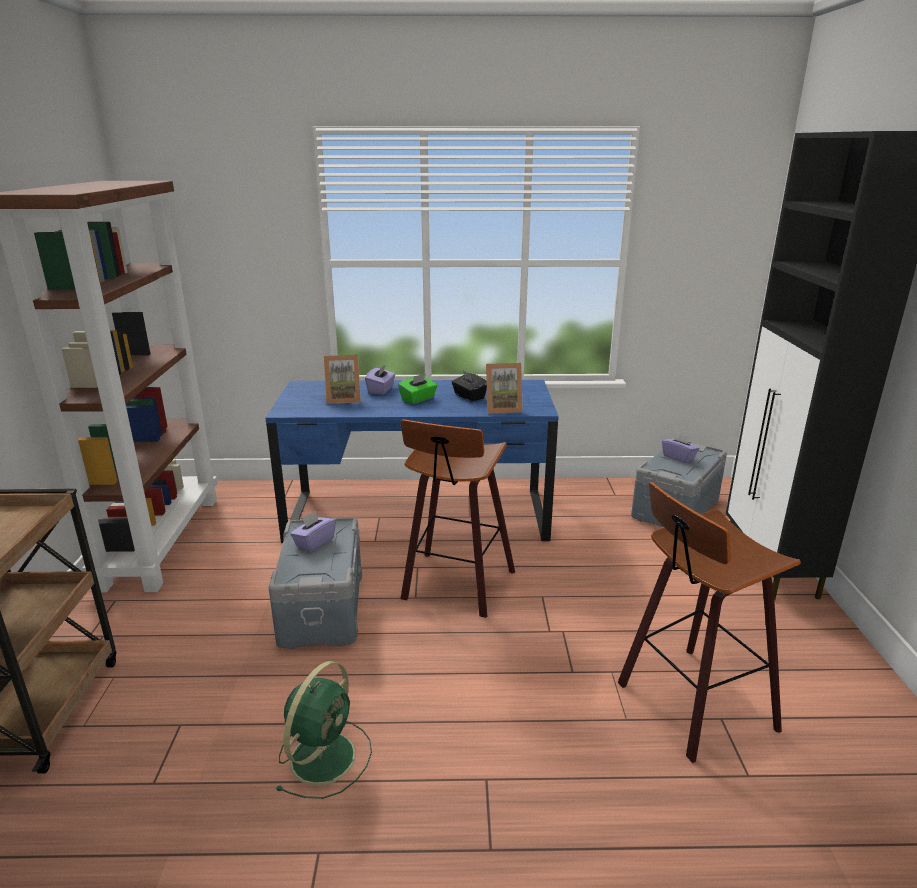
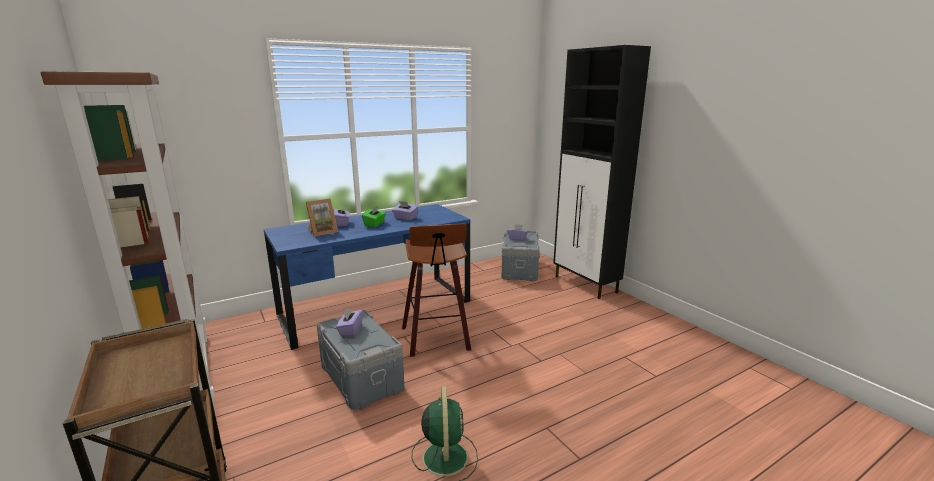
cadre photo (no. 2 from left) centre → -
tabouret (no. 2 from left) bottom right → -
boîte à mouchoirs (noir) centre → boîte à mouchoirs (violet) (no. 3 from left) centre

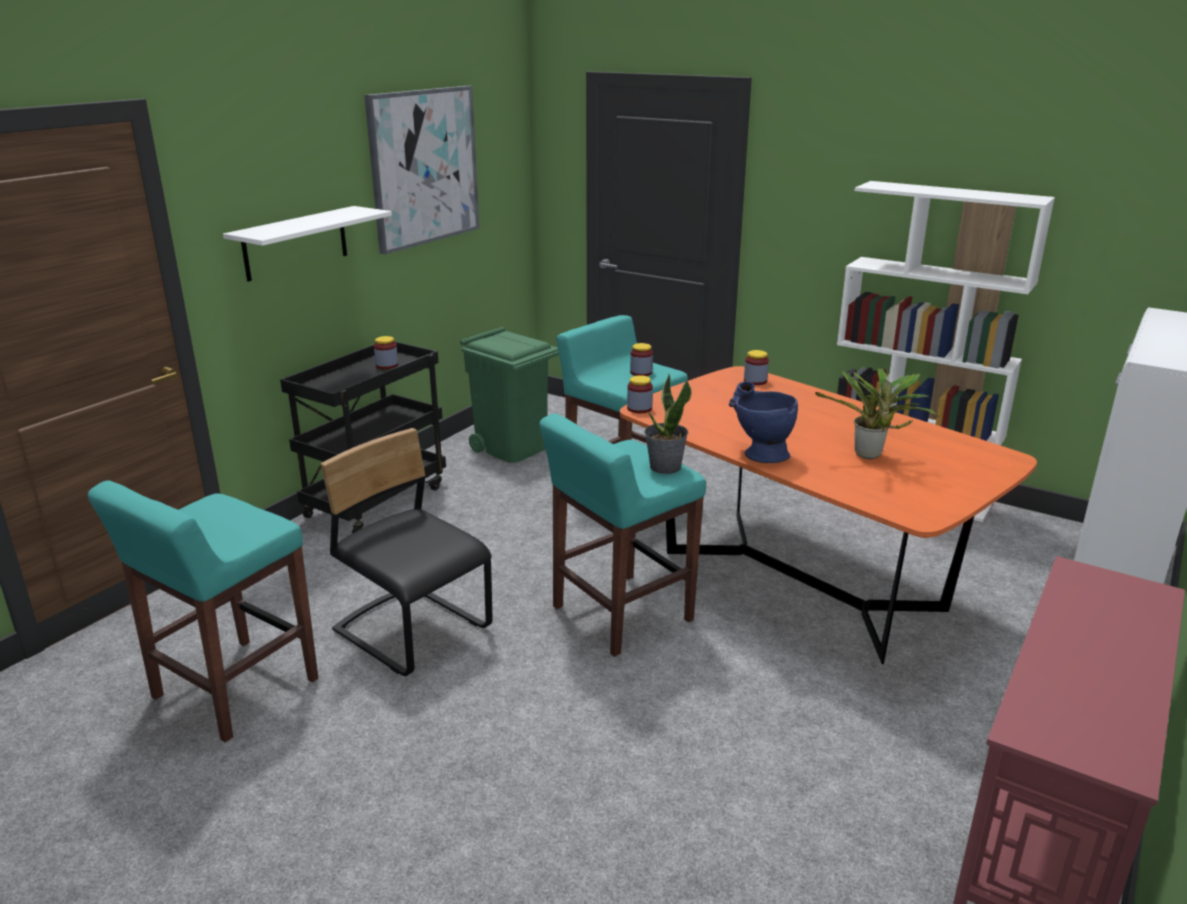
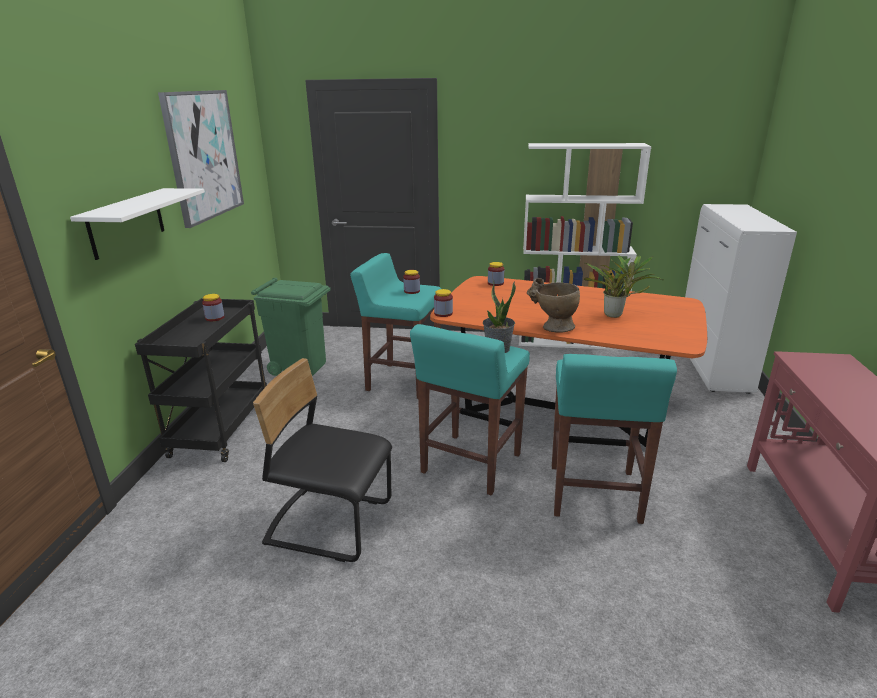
tabouret (turquoise) (no. 1 from left in the first image) bottom left → tabouret (turquoise) (no. 3 from left) middle right, shifted
vase (bleu) centre → vase (beige) centre

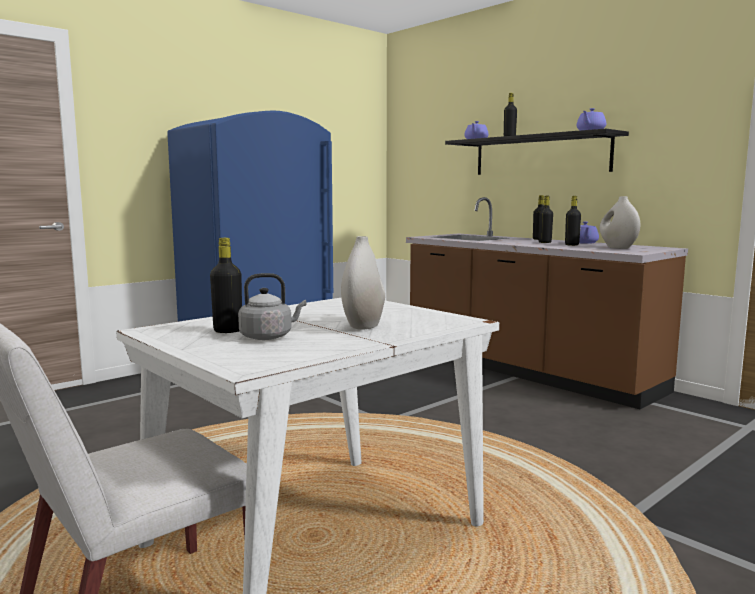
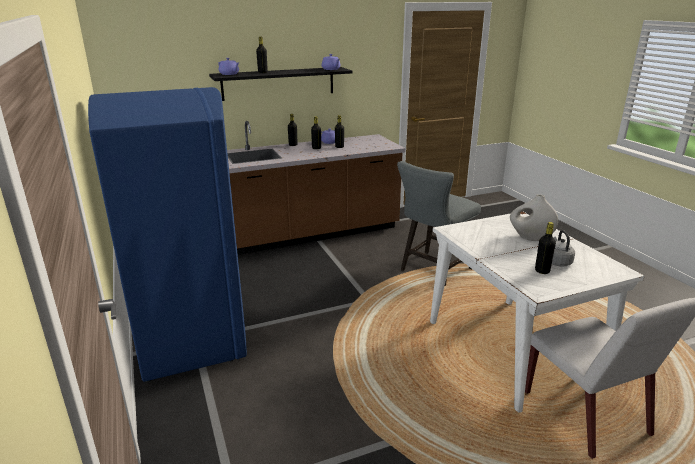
vase (blanc) (no. 2 from left) middle right → -
- → tabouret (gris) centre

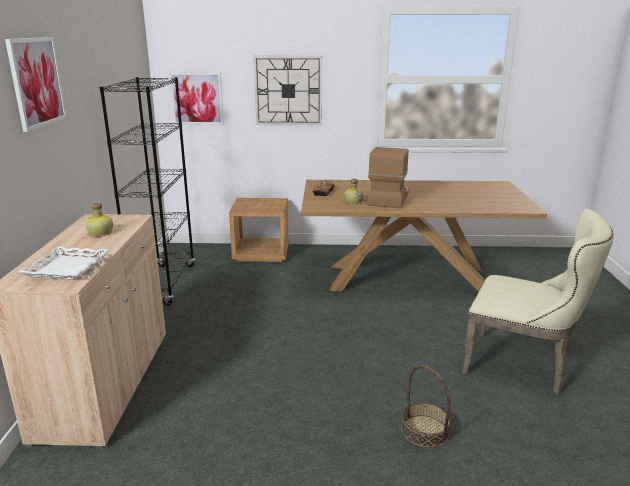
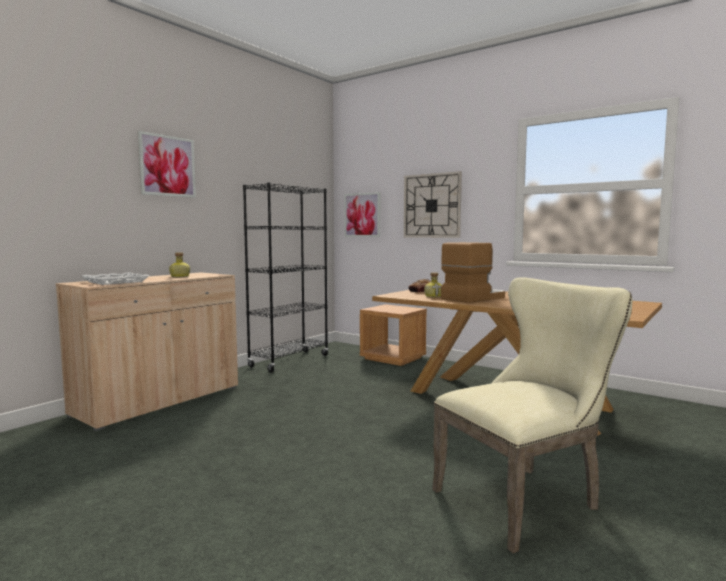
panier bottom right → -
chaise (beige) middle right → chaise (beige) bottom right, 90 degrees counterclockwise

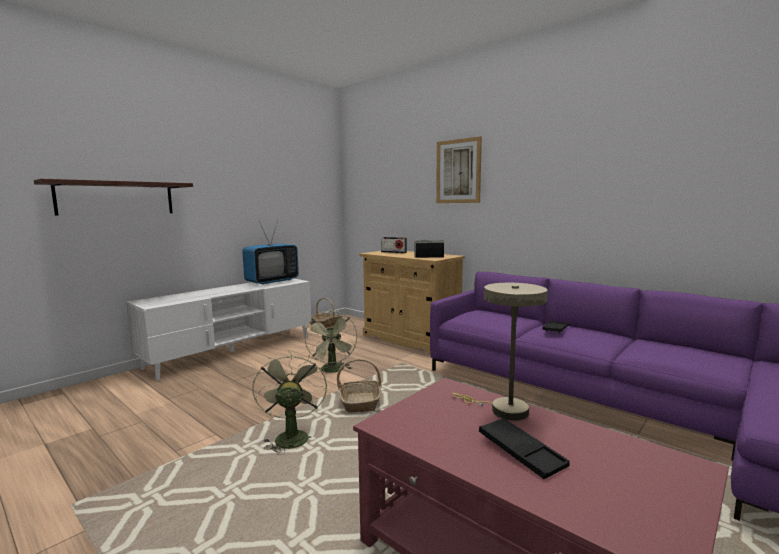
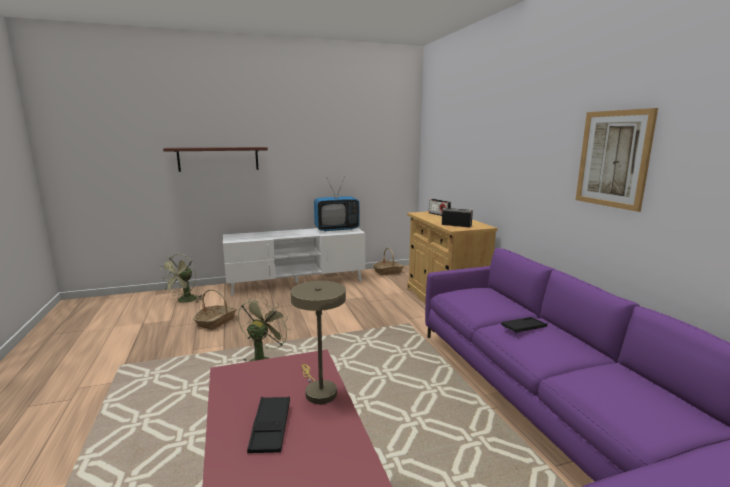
ventilateur (vert) (no. 2 from left in the first image) centre → ventilateur (vert) (no. 1 from left) middle left, shifted
panier (no. 2 from left in the first image) bottom centre → panier (no. 1 from left) middle left, shifted
tableau top centre → tableau top right, shifted

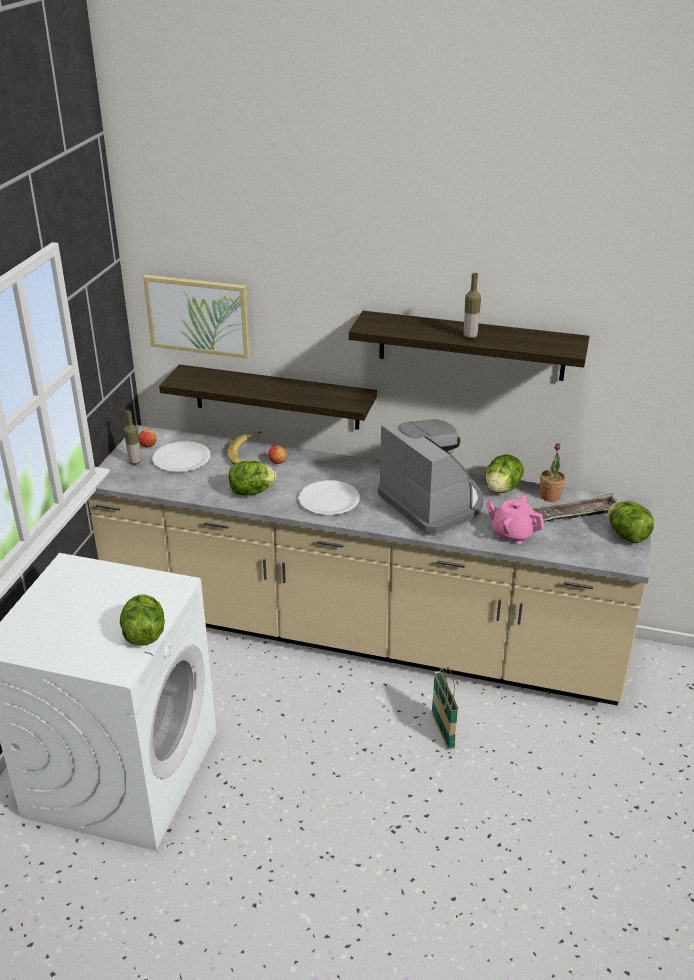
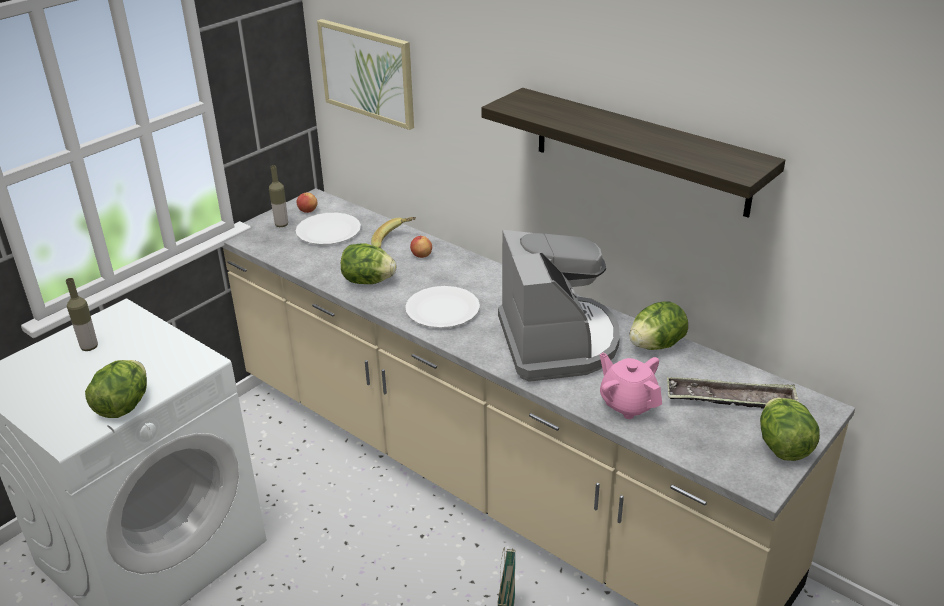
étagère (no. 1 from left) centre → -
plante en pot middle right → -
bouteille (no. 2 from left in the first image) top right → bouteille (no. 1 from left) middle left, shifted

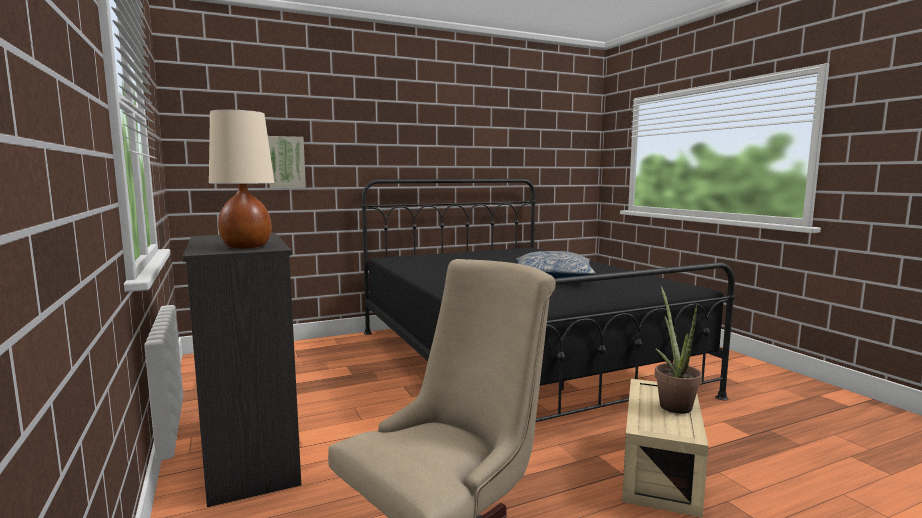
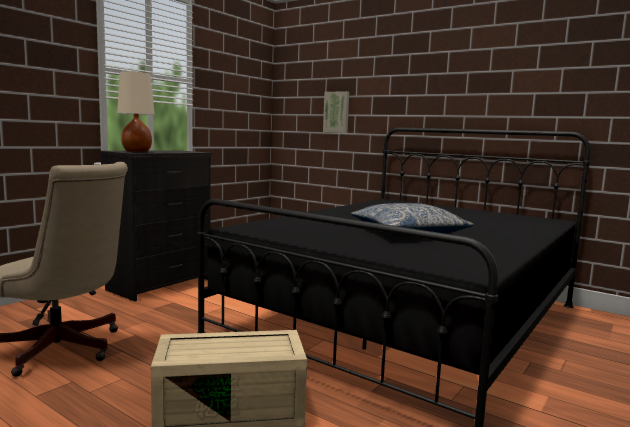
plante en pot bottom right → -

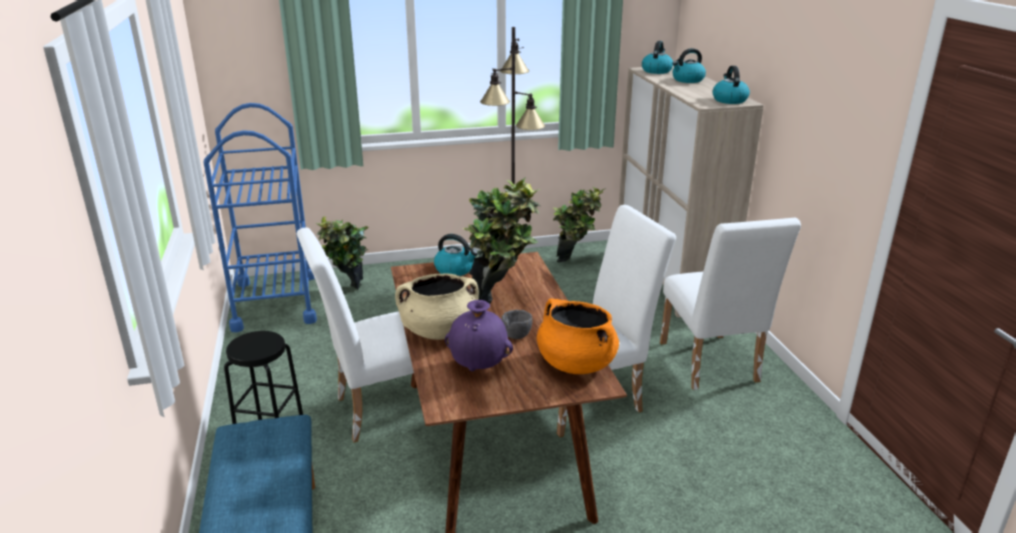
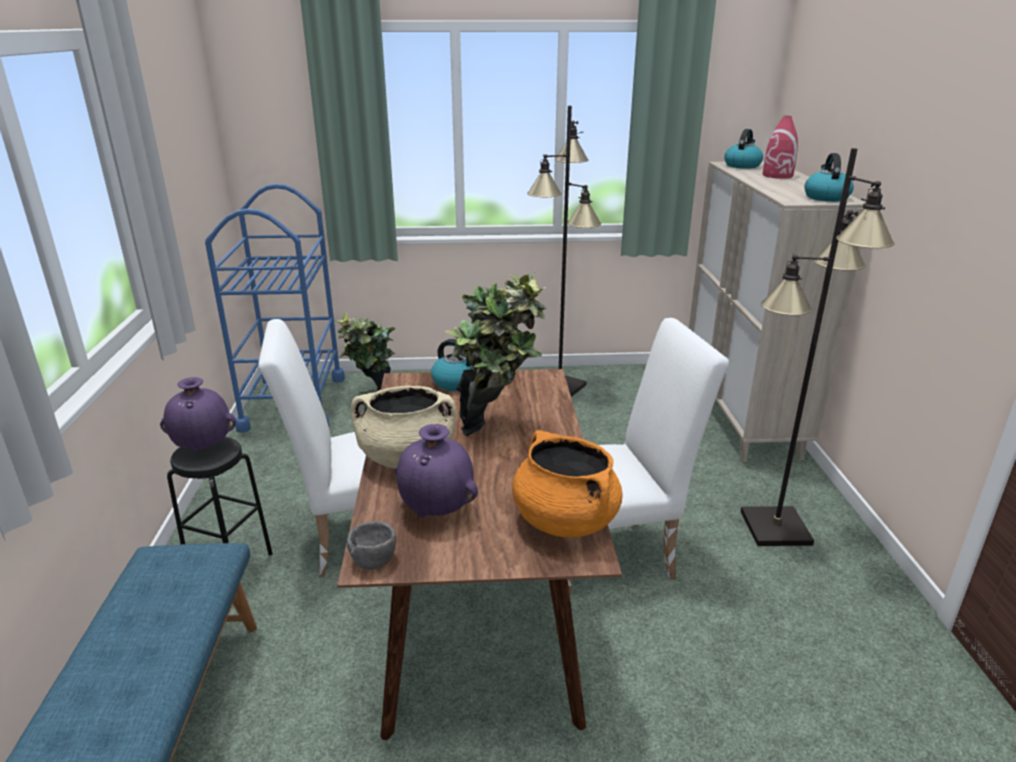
plante en pot (no. 3 from left) centre → -
- → vase (violet) (no. 1 from left) middle left
bol (gris) centre → bol (gris) bottom centre, shifted
chaise (blanc) (no. 3 from left) middle right → lampadaire (noir) (no. 2 from left) middle right
bouilloire (no. 3 from left) top right → vase (rouge) top right

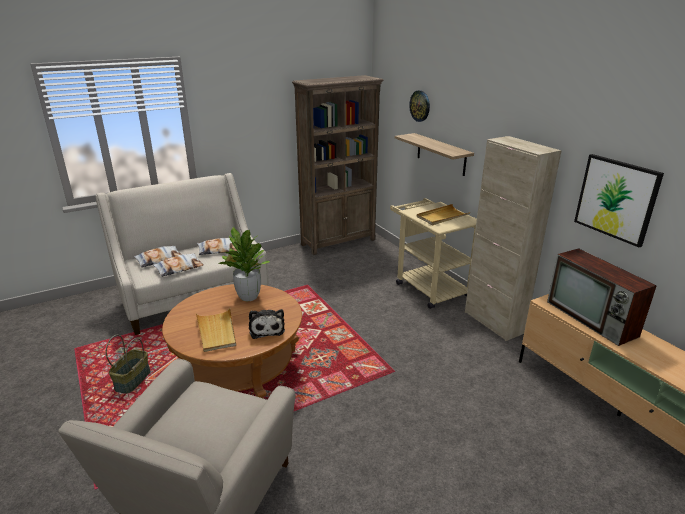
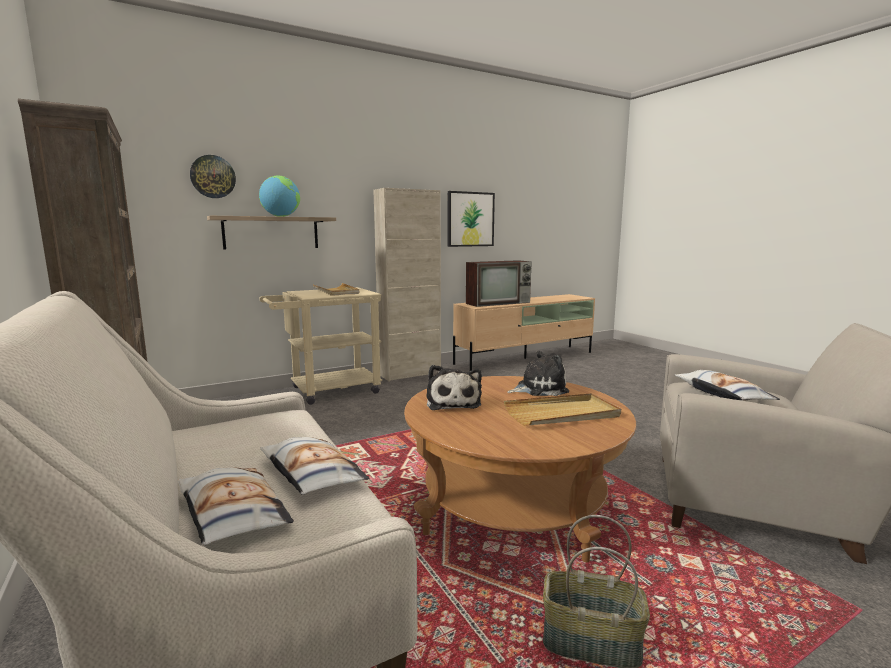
- → globe top left
coussin (no. 3 from left) middle left → coussin (no. 3 from left) middle right, shifted
plante en pot centre → peluche (no. 1 from left) centre

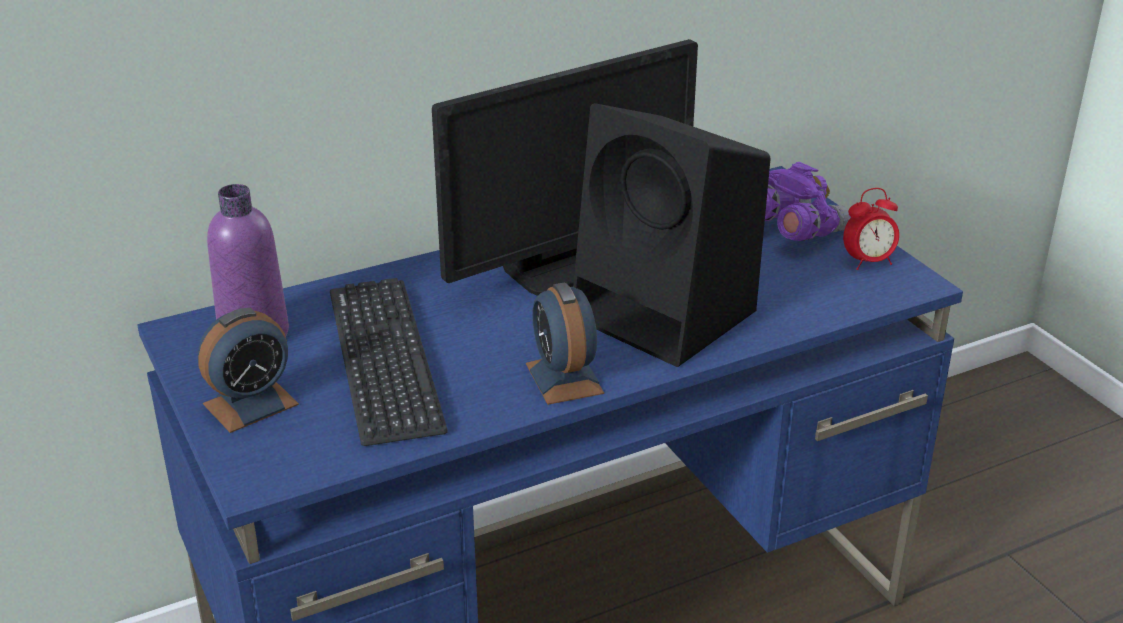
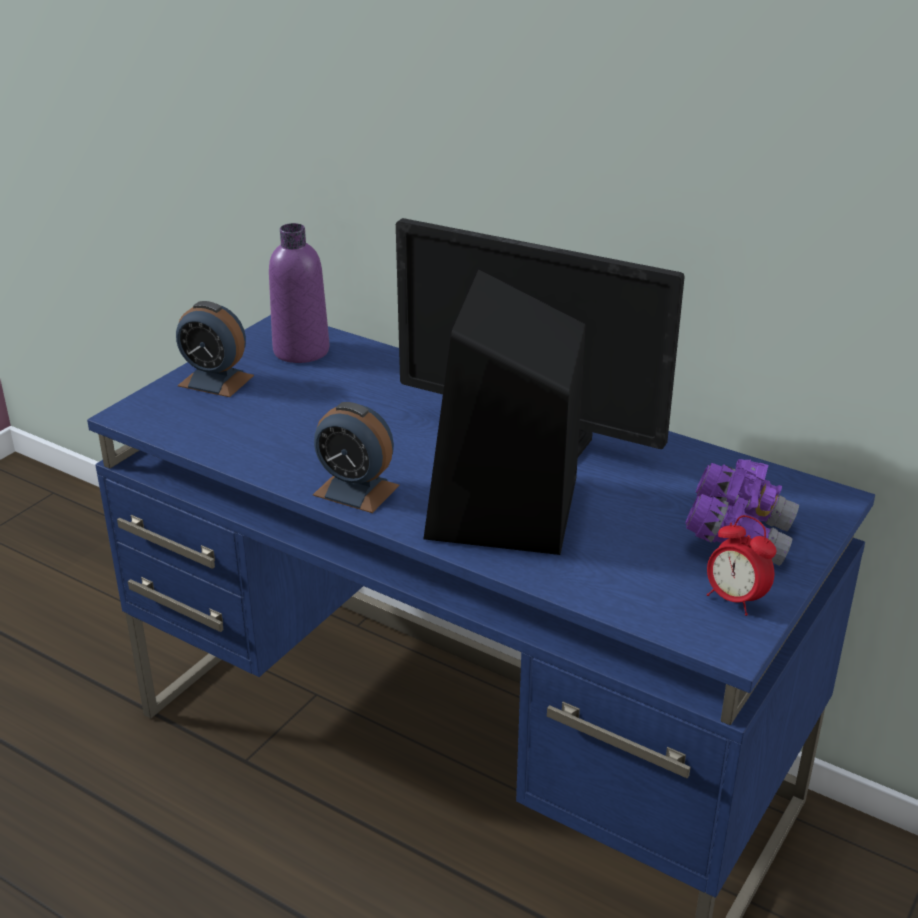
clavier centre → -
réveil (no. 2 from left) centre, 105 degrees counterclockwise

